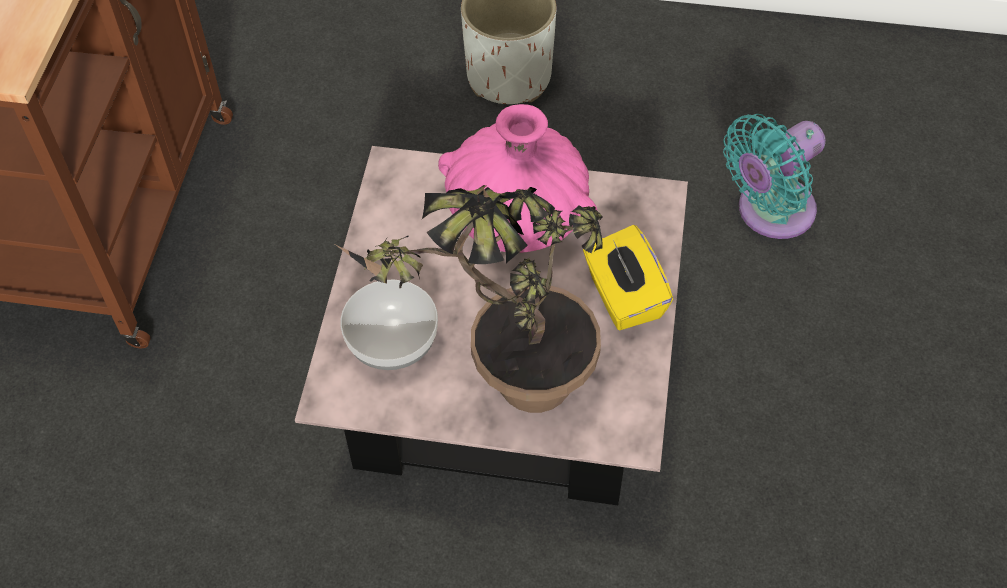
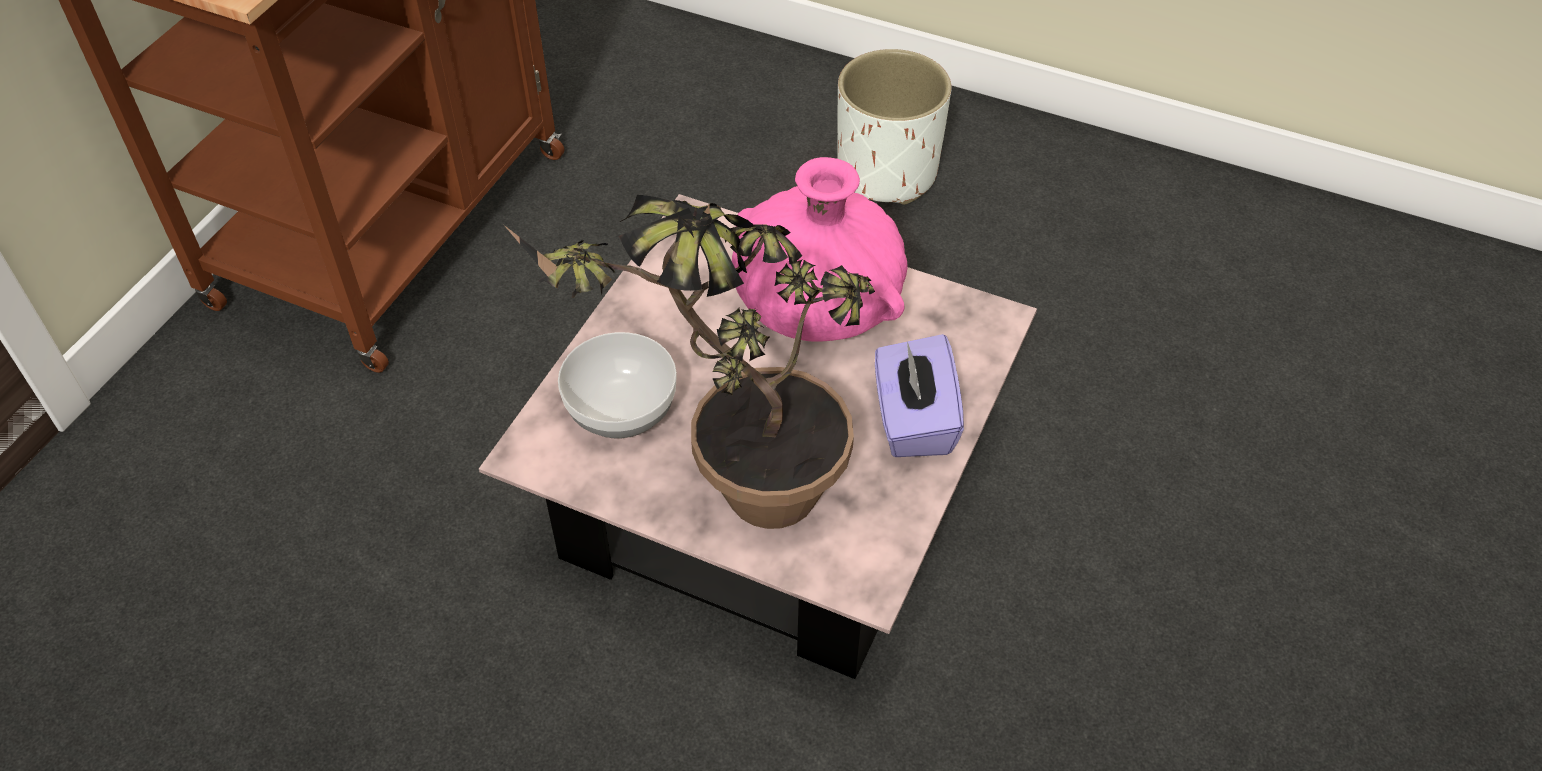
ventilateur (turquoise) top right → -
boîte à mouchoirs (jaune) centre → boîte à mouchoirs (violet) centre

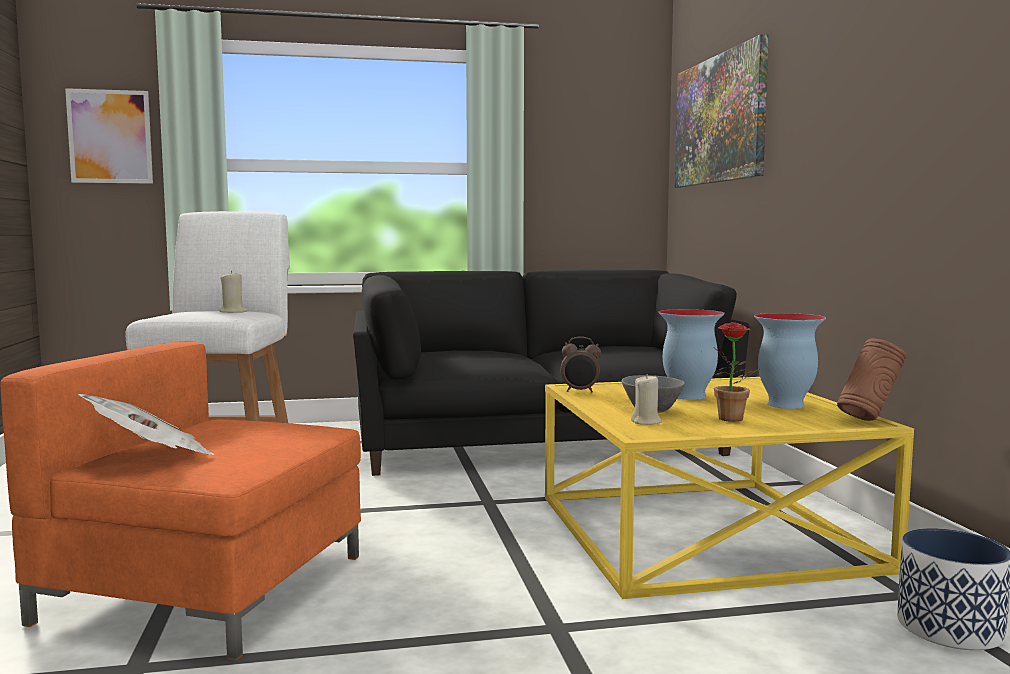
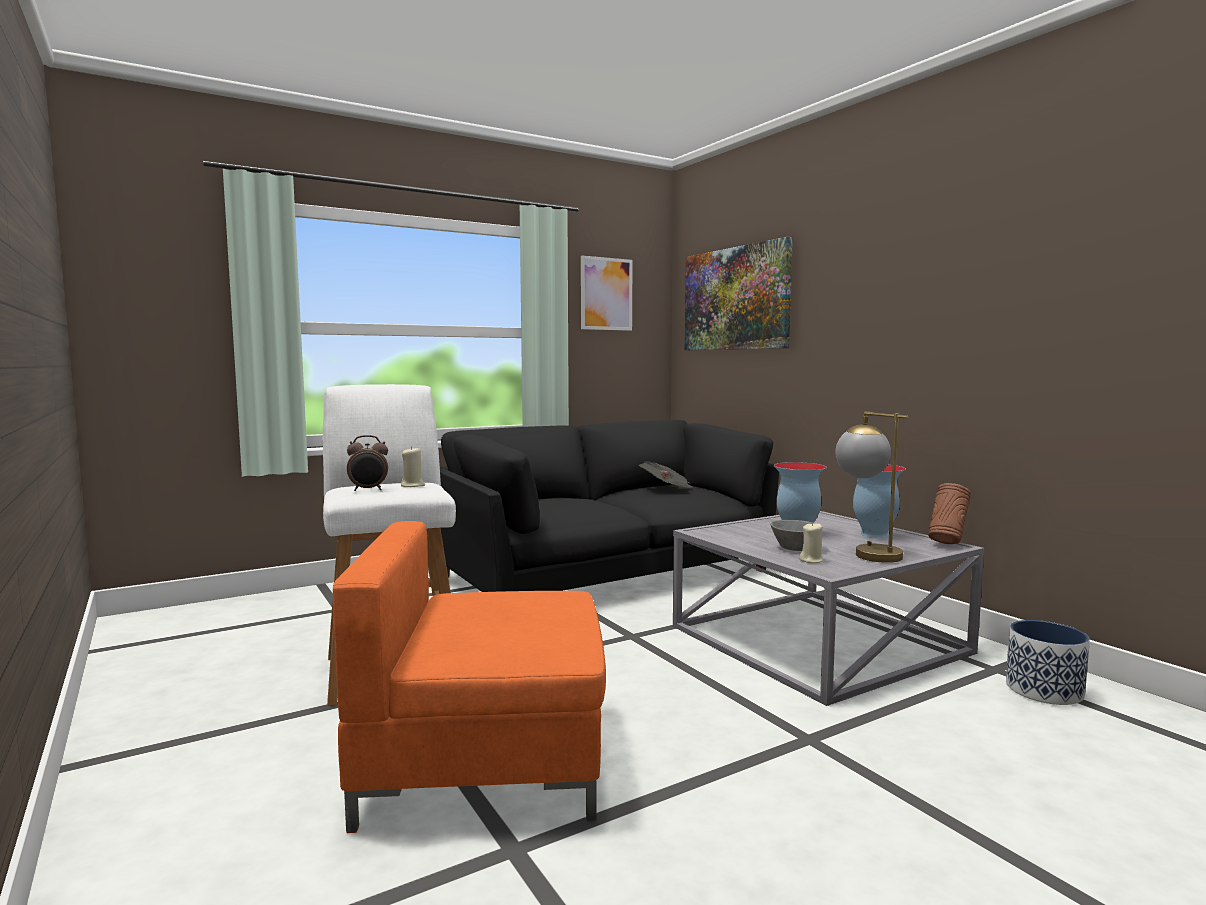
tableau (no. 1 from left) top left → tableau (no. 1 from left) top centre, shifted
journal middle left → journal centre, shifted
réveil centre → réveil middle left, shifted
plante en pot middle right → lampe de table middle right
table basse (jaune) bottom right → table basse (gris) bottom right

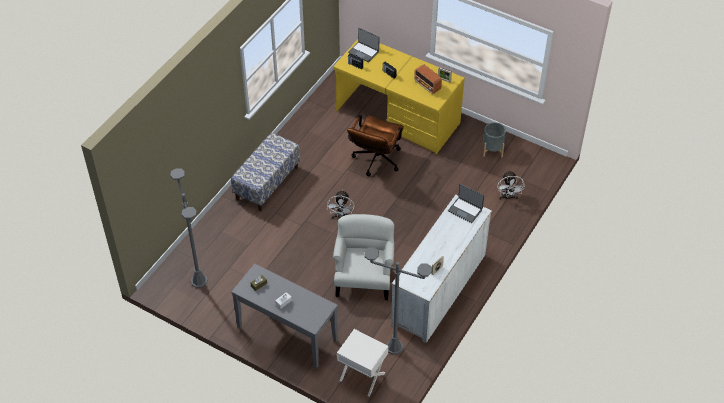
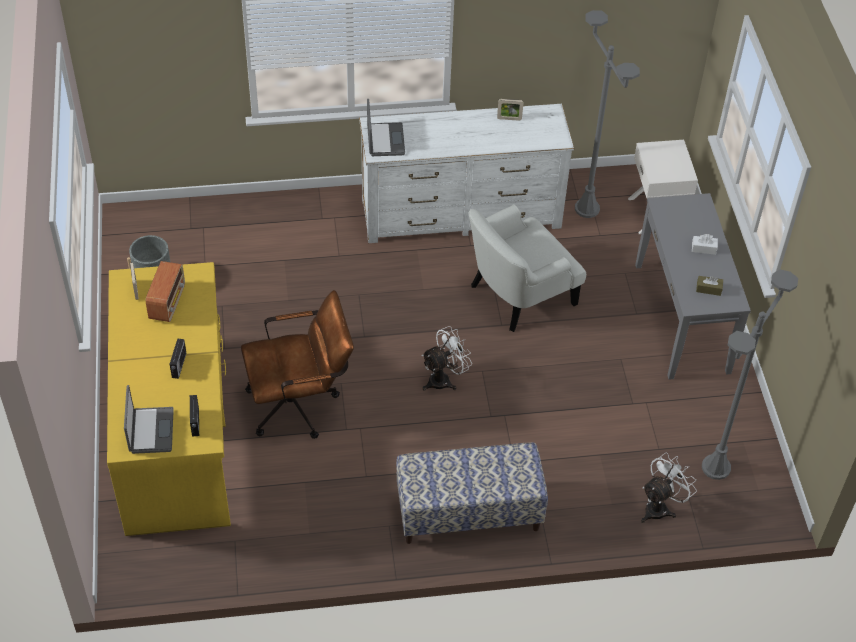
ventilateur (blanc) (no. 2 from left) middle right → ventilateur (blanc) (no. 2 from left) bottom right, shifted

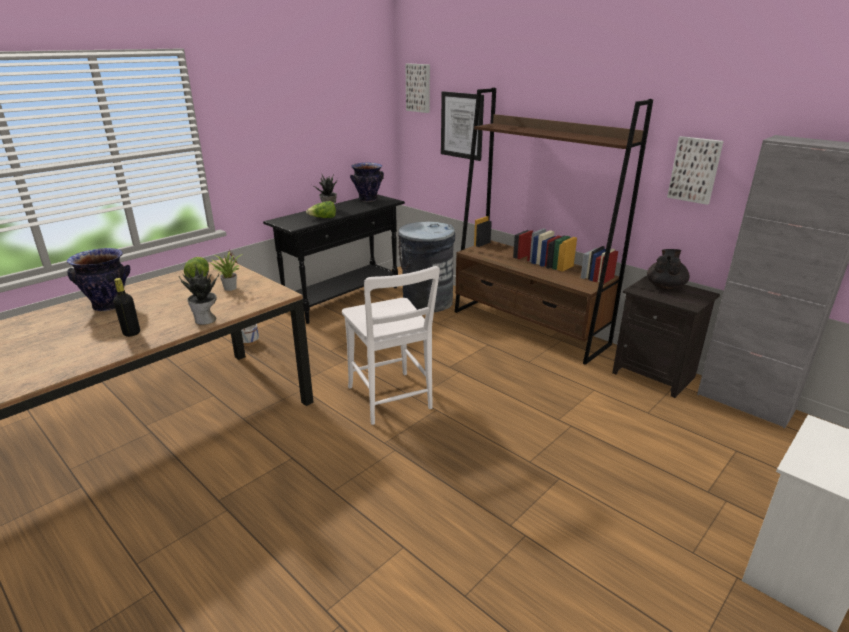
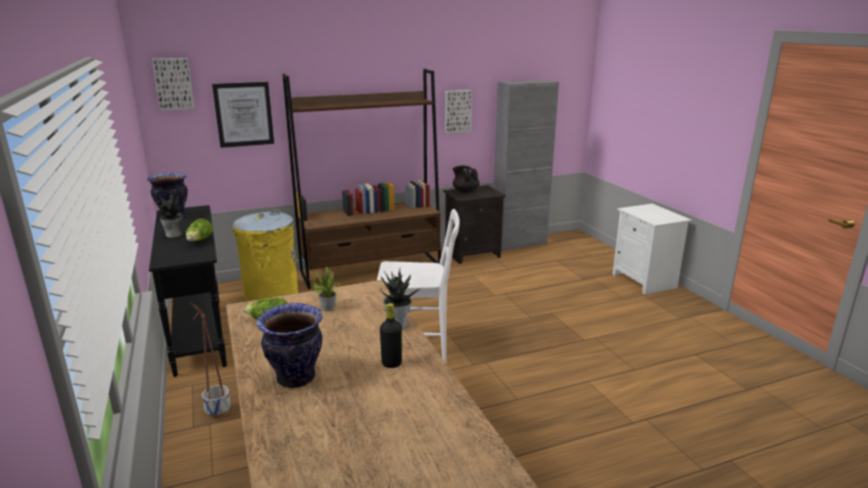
poubelle (gris) centre → poubelle (jaune) middle left

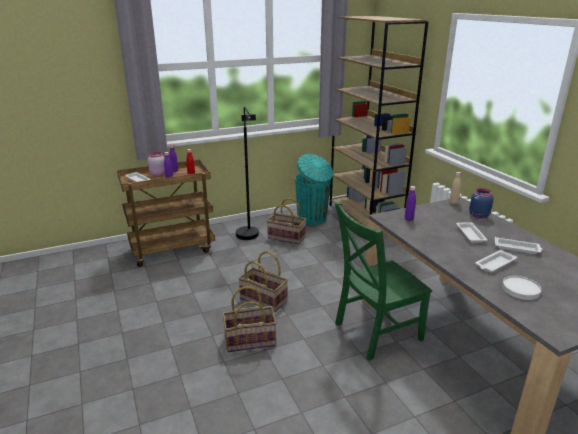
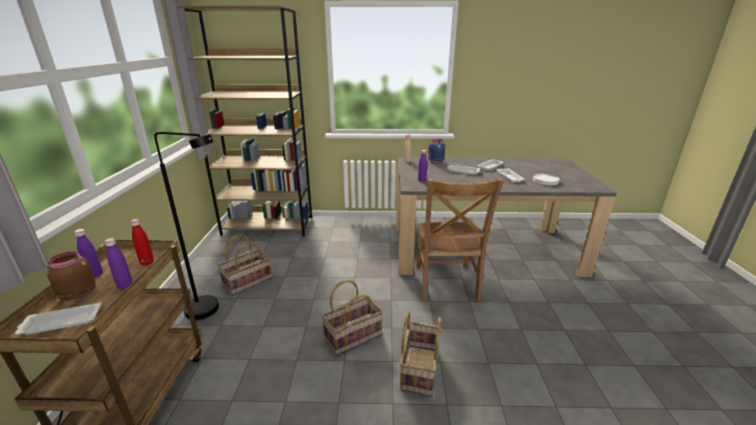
poubelle (turquoise) centre → -
bocal (rose) middle left → bocal (marron) middle left
chaise (vert) centre → chaise (marron) centre

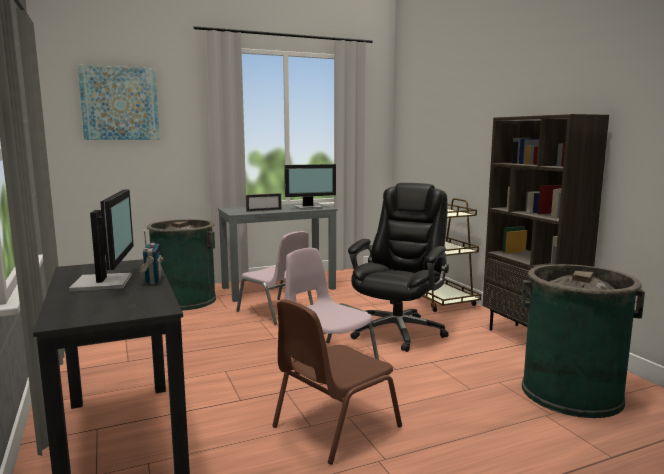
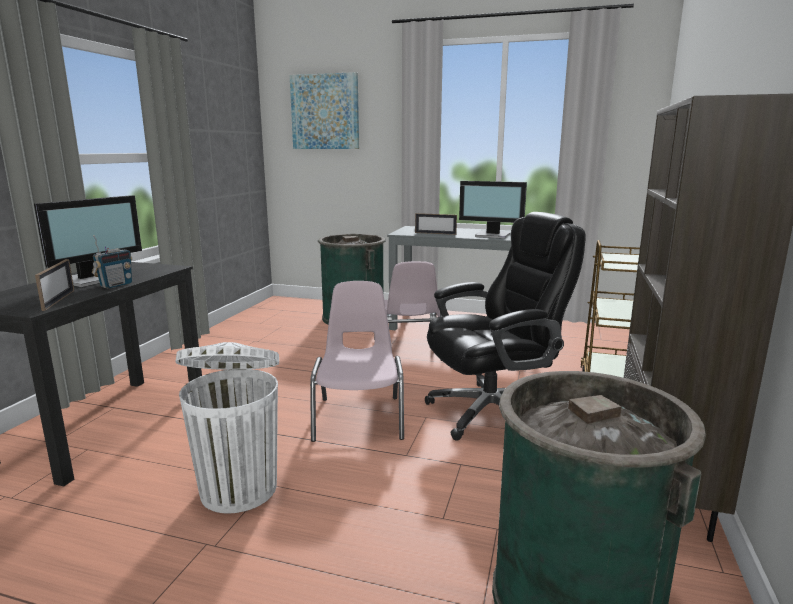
- → cadre photo (no. 1 from left) middle left
chaise (marron) bottom centre → poubelle (blanc) bottom left

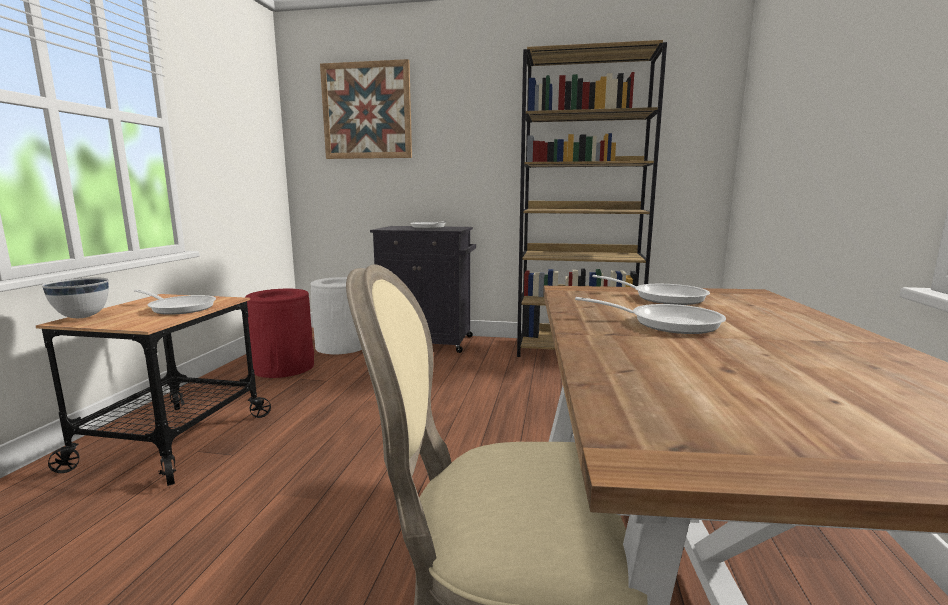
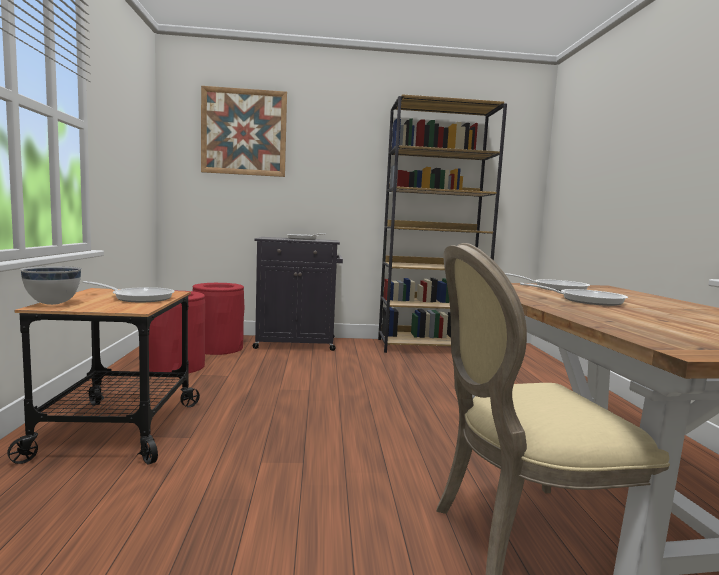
poubelle (blanc) centre → poubelle (rouge) (no. 2 from left) middle left

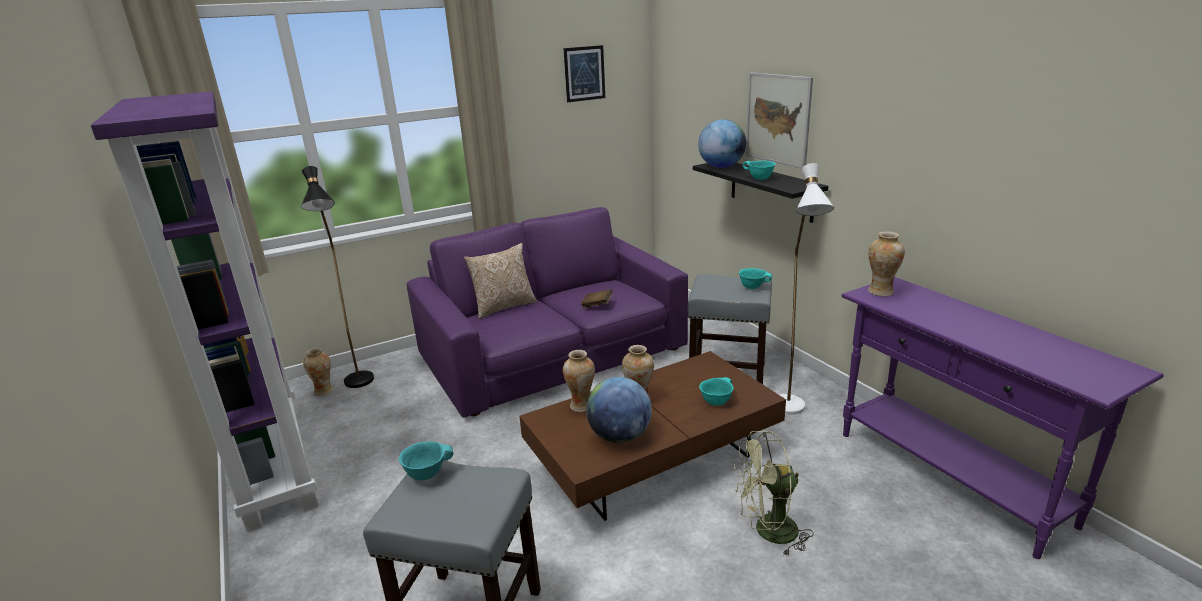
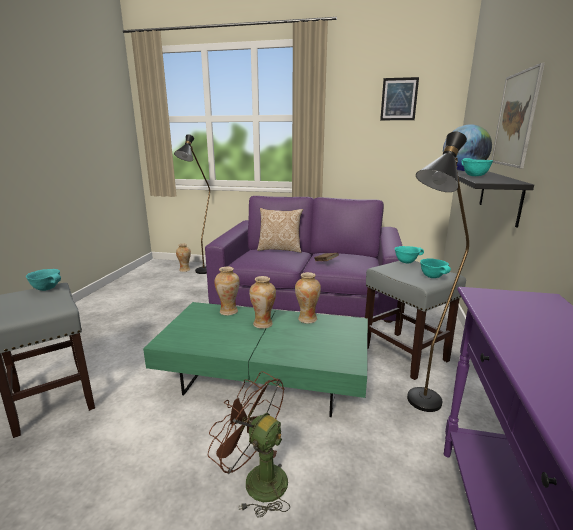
bibliothèque (violet) middle left → -
globe (no. 1 from left) bottom centre → -
bol (turquoise) (no. 2 from left) centre → bol (turquoise) (no. 2 from left) middle right, shifted
vase (no. 4 from left) middle right → vase (no. 4 from left) centre, shifted
table basse (marron) bottom centre → table basse (vert) bottom centre
ventilateur (vert) bottom centre → ventilateur (marron) bottom centre
lampadaire (blanc) middle right → lampadaire (noir) (no. 2 from left) middle right

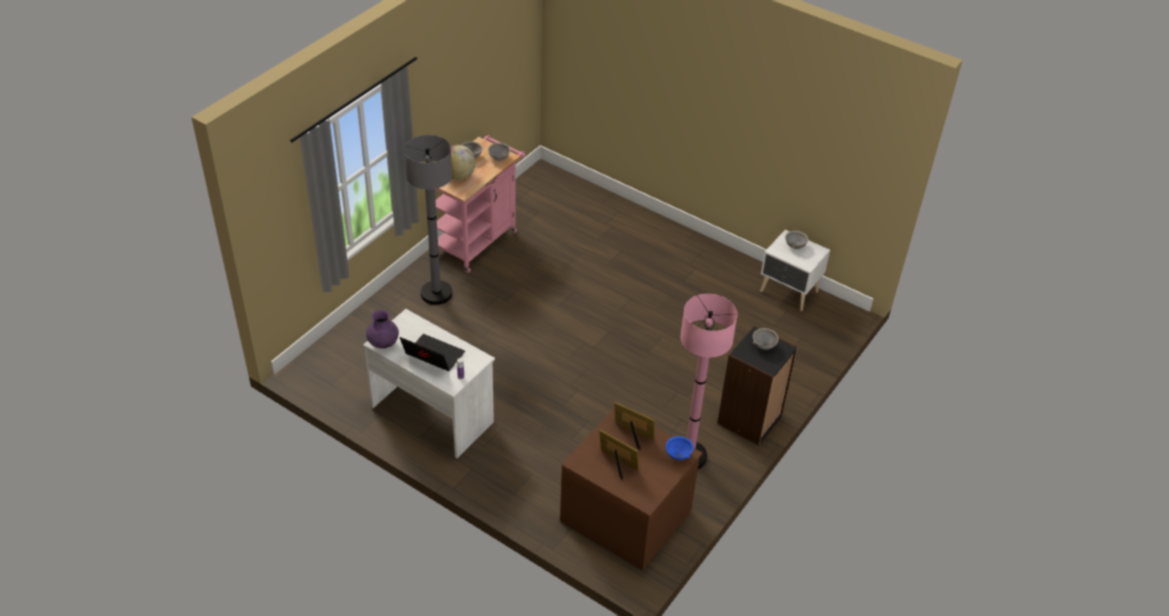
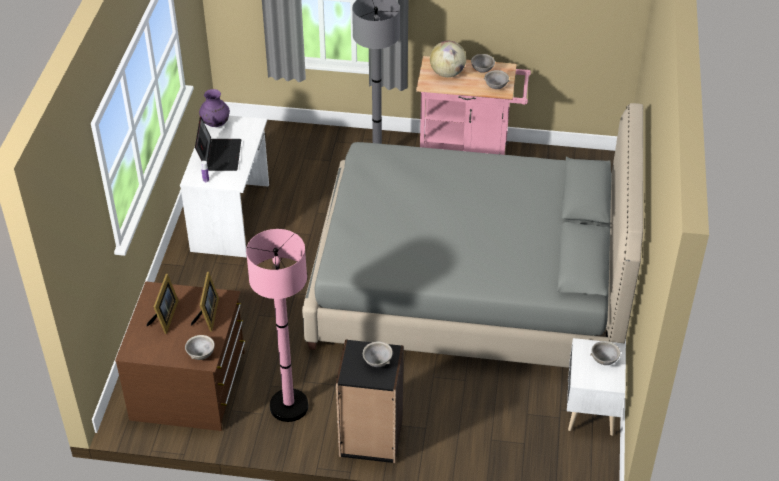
- → lit (gris) centre
bol (bleu) bottom centre → bol (gris) (no. 1 from left) bottom left

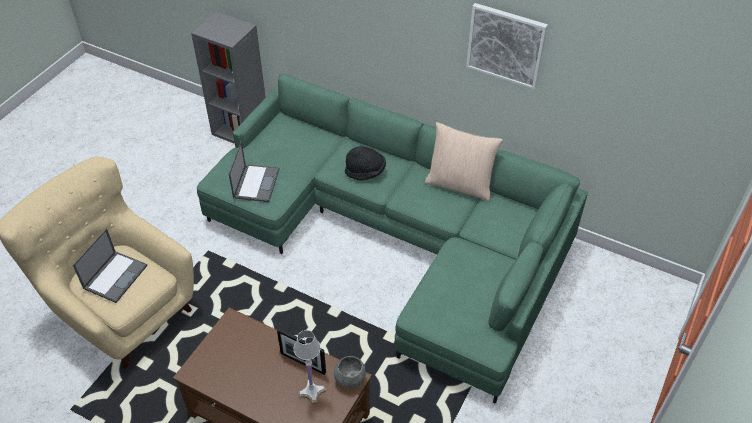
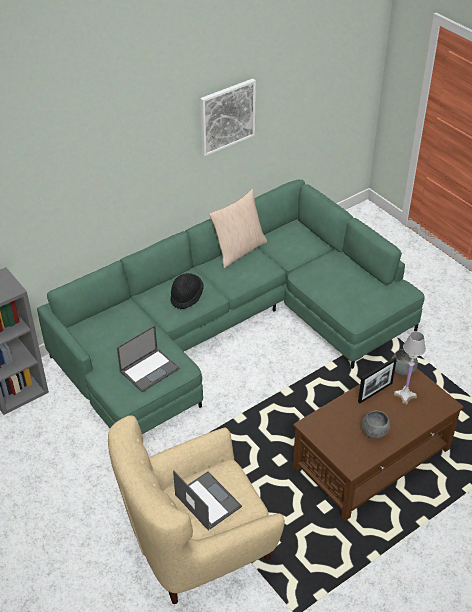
- → bol (gris) (no. 1 from left) bottom right
ordinateur portable (no. 2 from left in the first image) centre → ordinateur portable (no. 1 from left) middle left, 105 degrees clockwise

